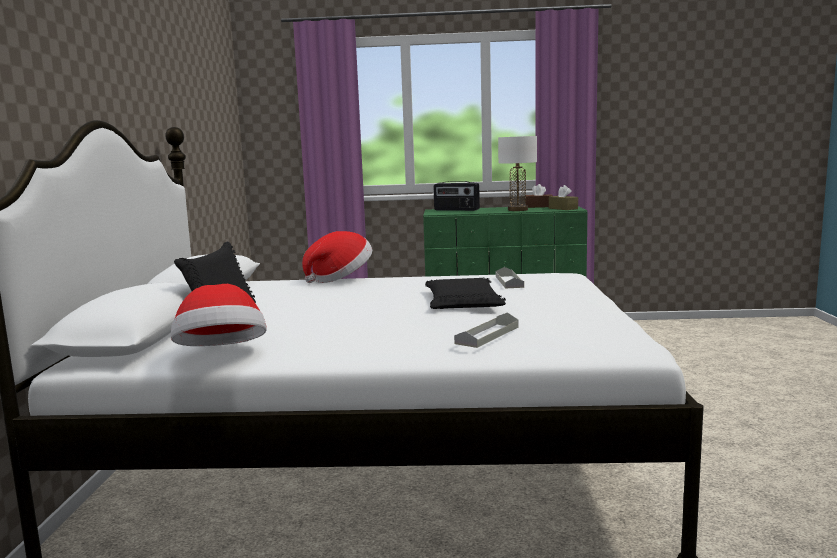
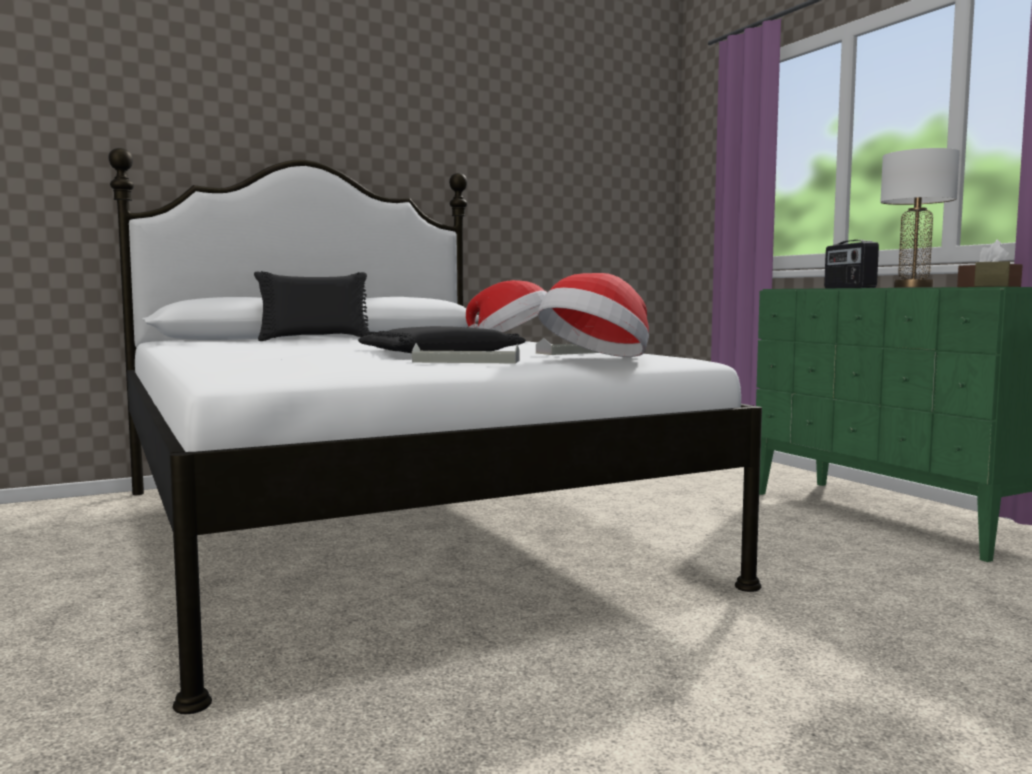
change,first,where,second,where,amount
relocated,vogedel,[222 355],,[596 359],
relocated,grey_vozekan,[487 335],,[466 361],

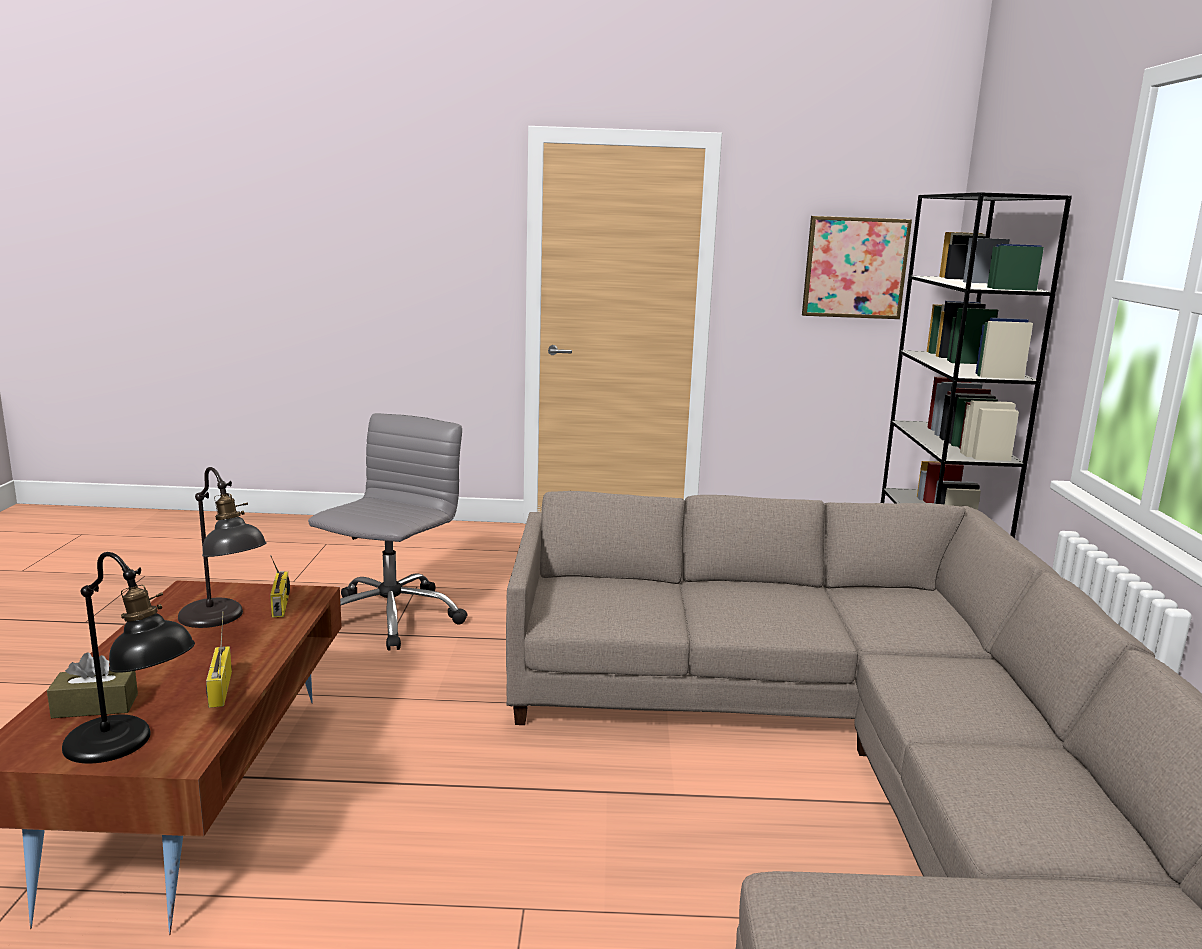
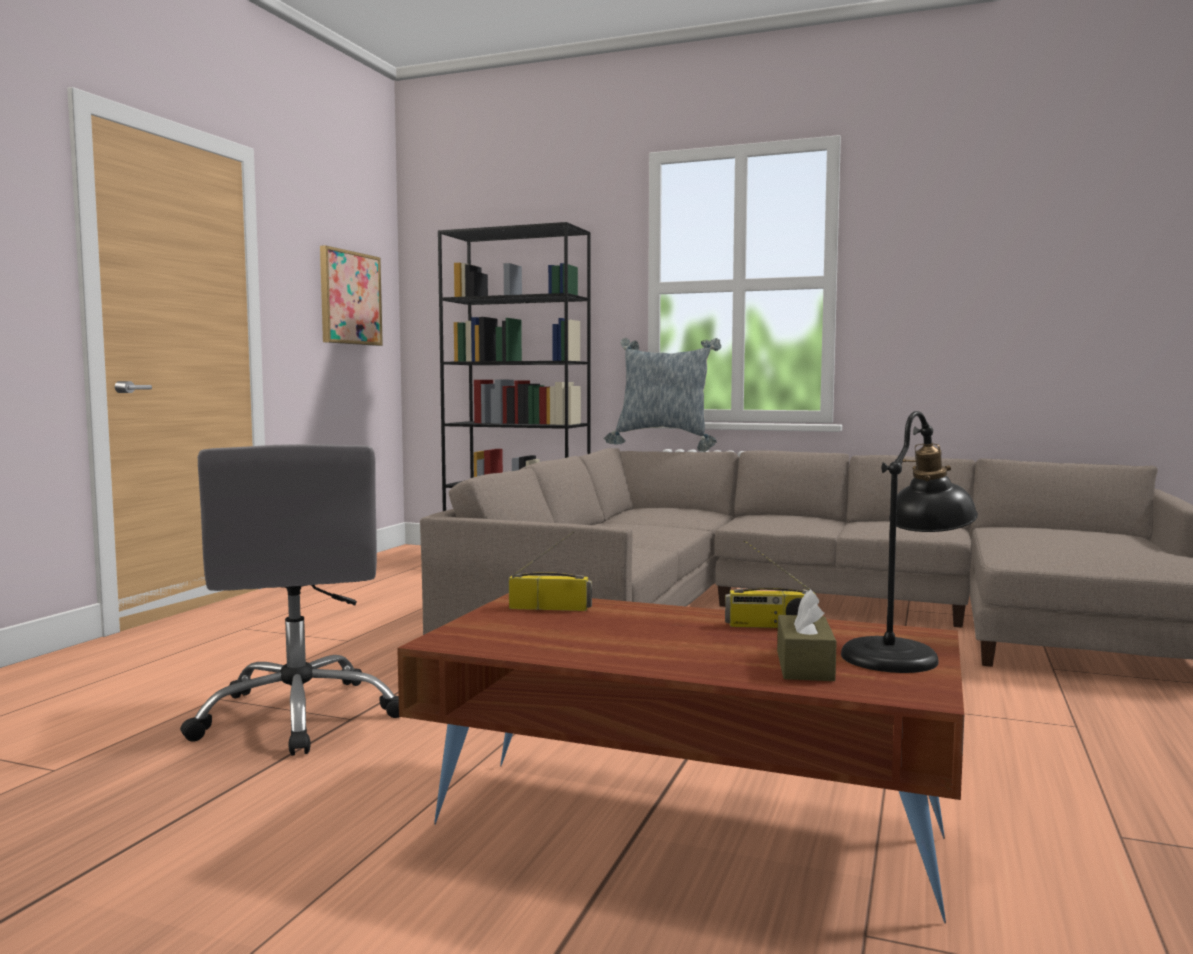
change,first,where,second,where,amount
spun,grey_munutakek,[391 617],,[299 716],150 degrees counterclockwise
missing,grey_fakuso,[225 622],,,
appeared,,,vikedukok,[663 449],

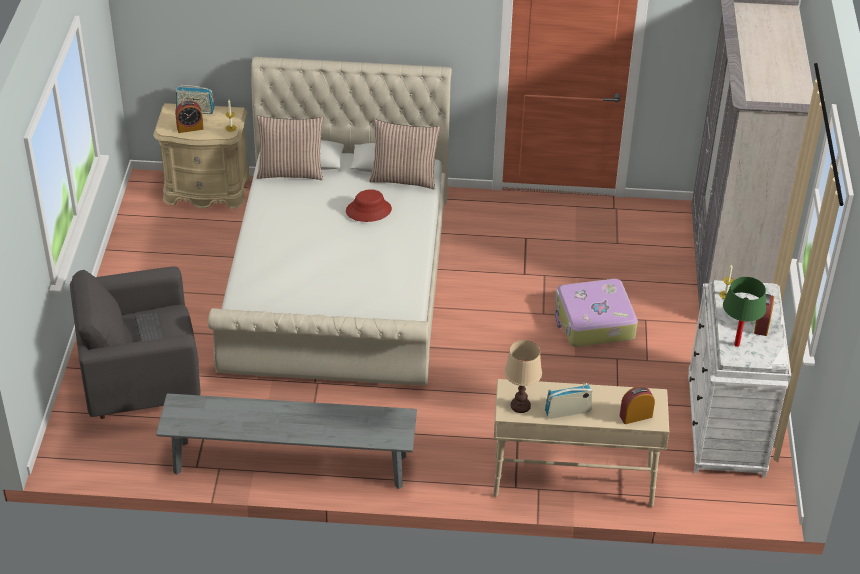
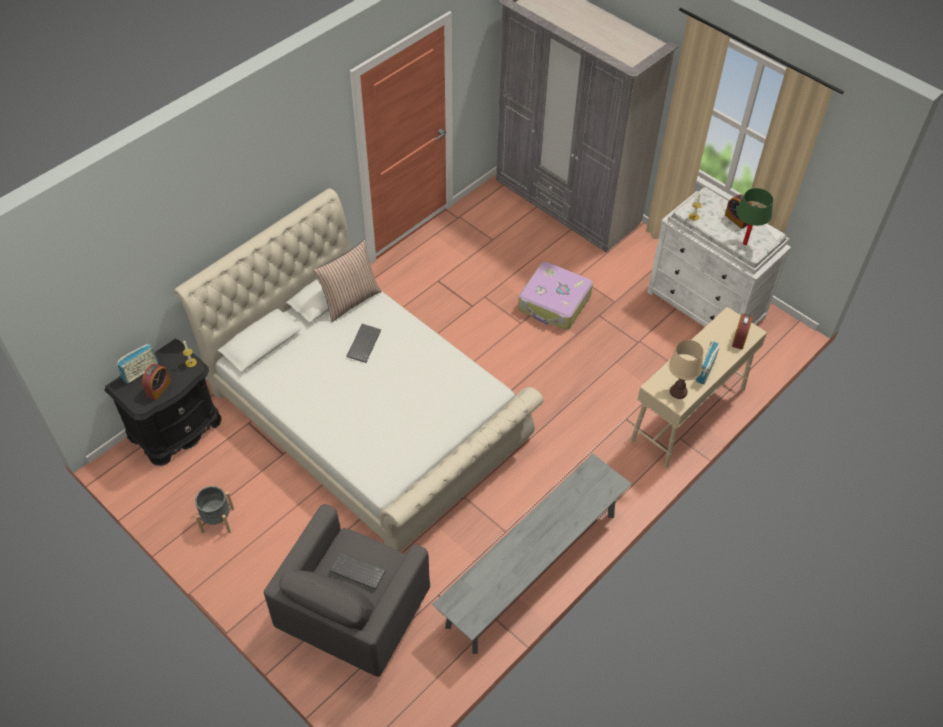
change,first,where,second,where,amount
colour,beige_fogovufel,[206 191],black_fogovufel,[178 430],
missing,vikedukok,[291 172],,,
exchanged,red_vogedel,[368 210],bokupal,[363 343],
appeared,,,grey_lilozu,[217 520],

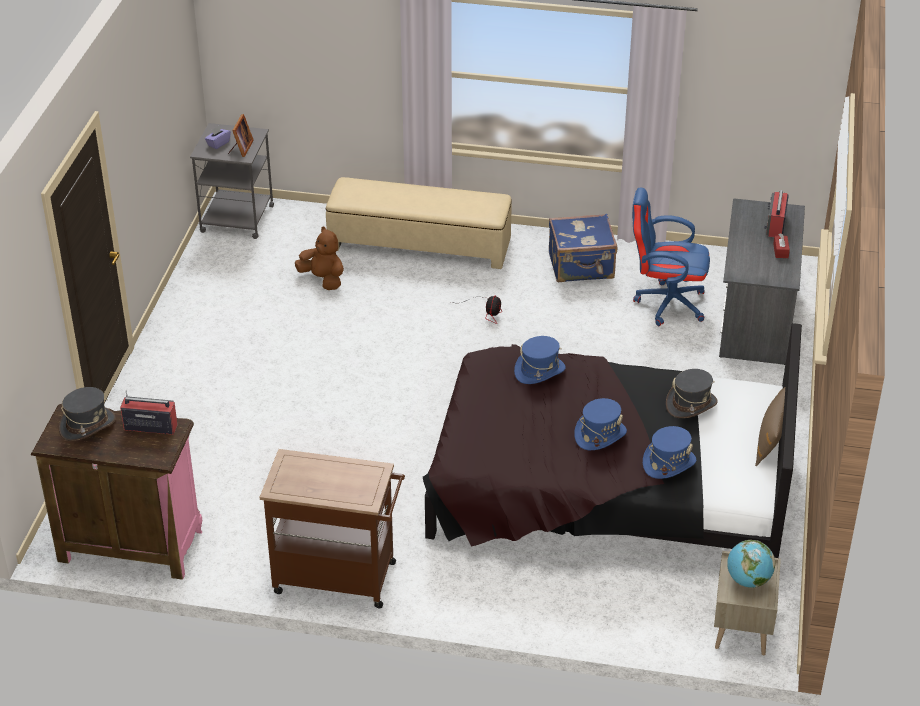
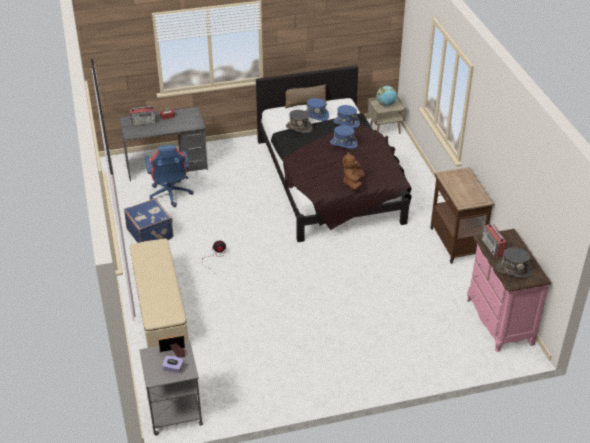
change,first,where,second,where,amount
relocated,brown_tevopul,[323 279],,[353 183],
relocated,blue_vogedel,[539 371],,[316 116],

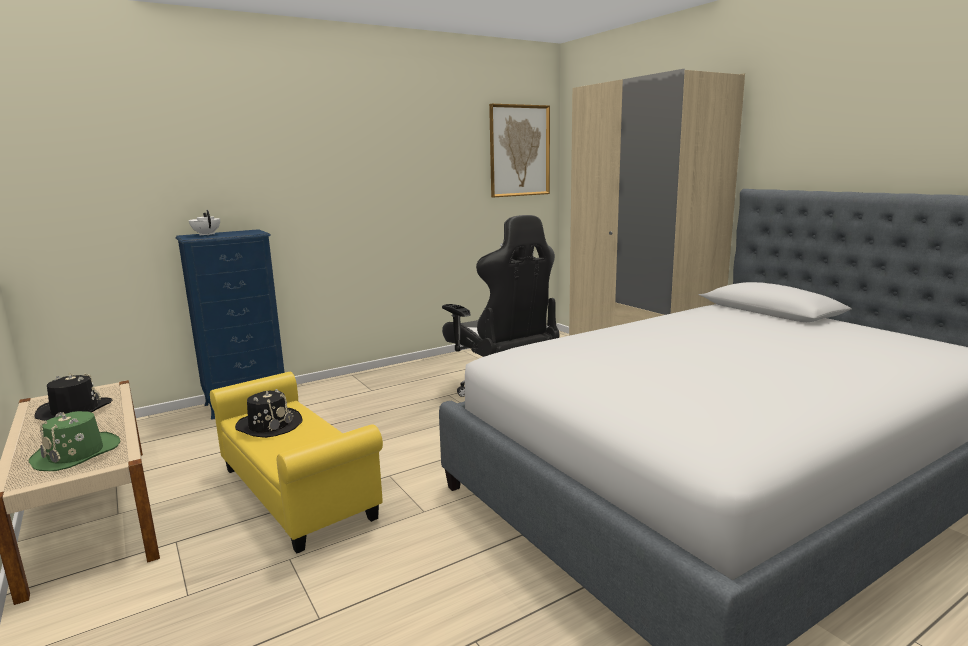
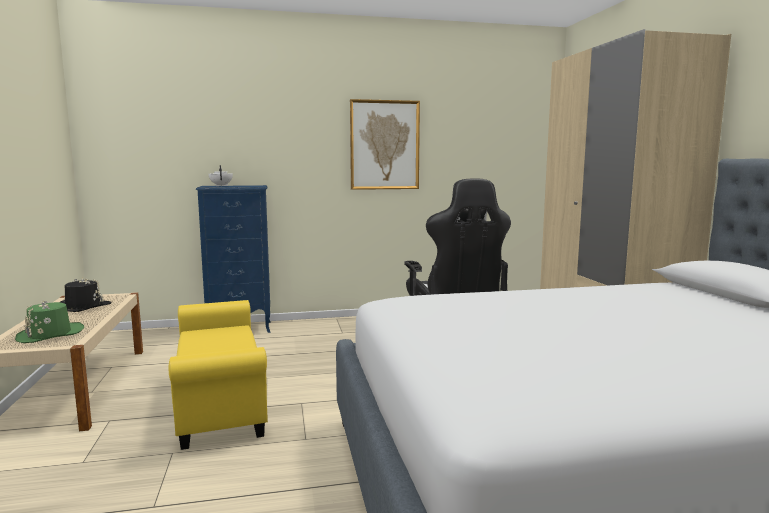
change,first,where,second,where,amount
relocated,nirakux,[519 151],,[384 145],
missing,black_vogedel,[269 425],,,

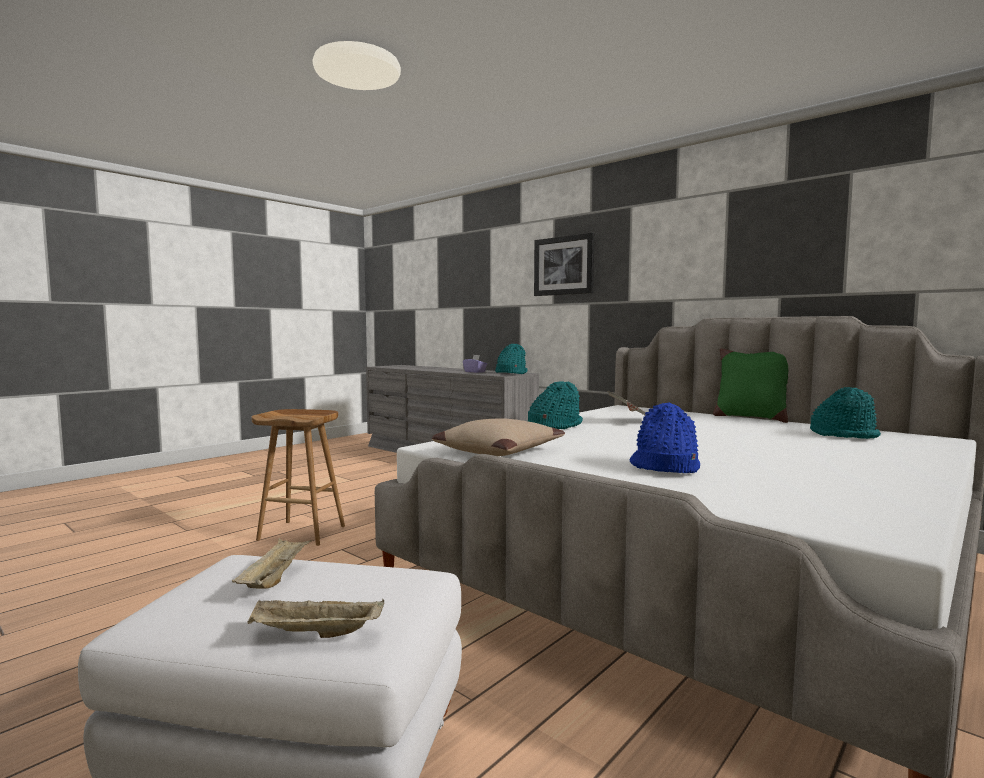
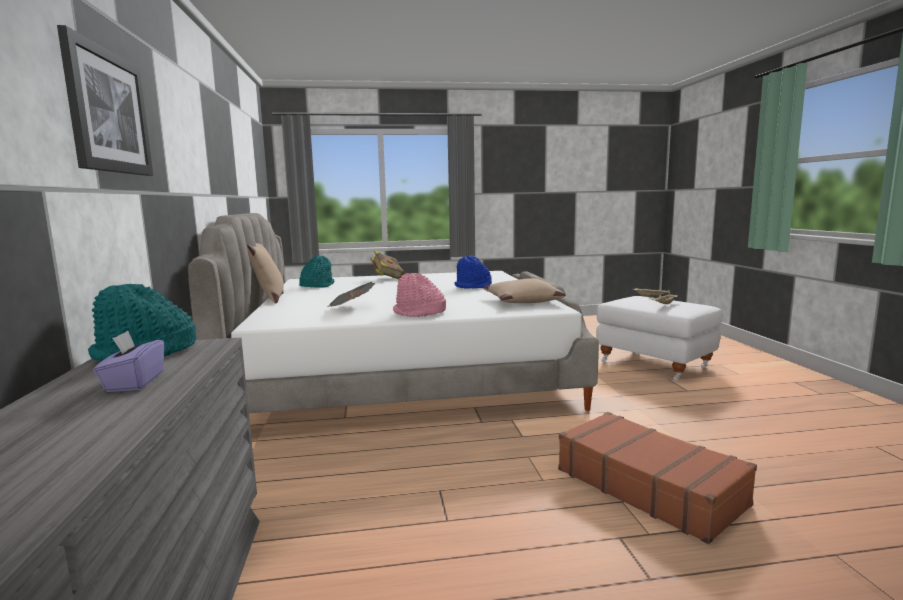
change,first,where,second,where,amount
colour,green_vikedukok,[750 418],beige_vikedukok,[269 299],
colour,turquoise_vogedel,[554 425],pink_vogedel,[419 313],
exchanged,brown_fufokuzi,[303 532],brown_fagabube,[649 486],
appeared,,,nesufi,[387 278],

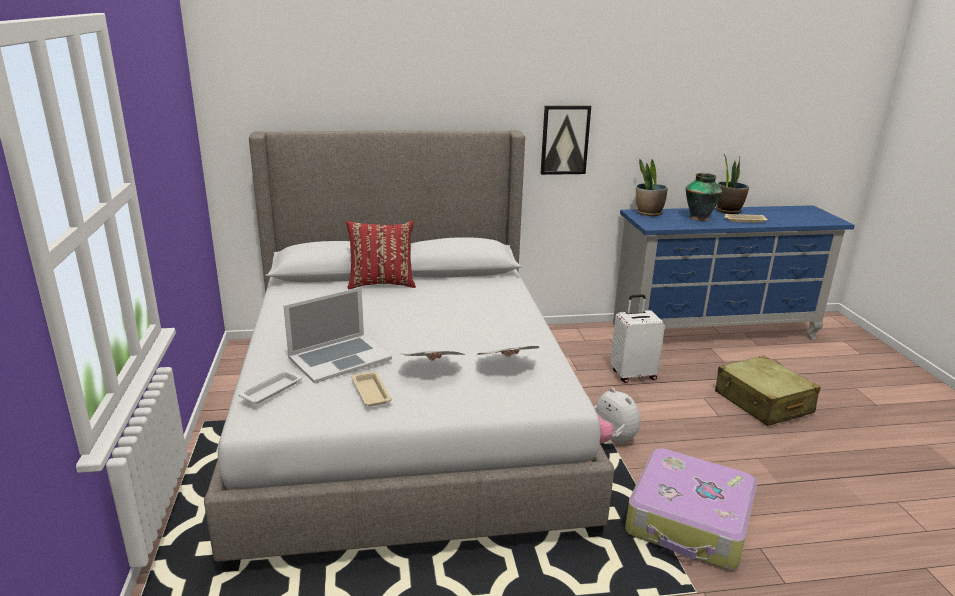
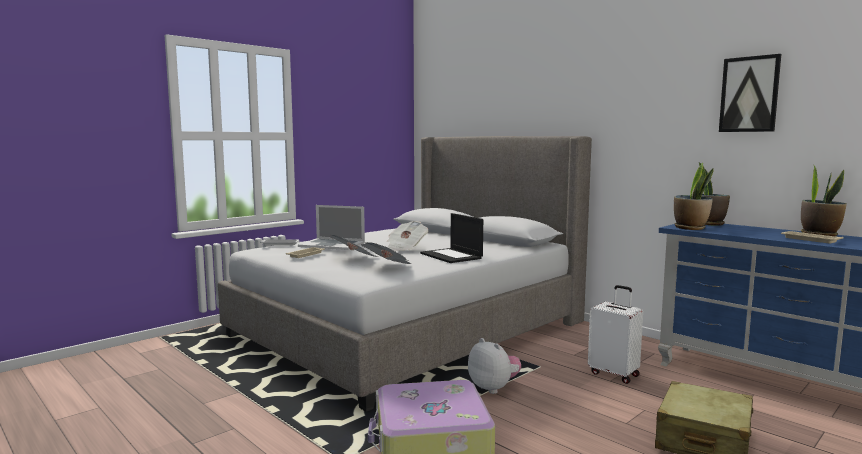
change,first,where,second,where,amount
relocated,nirakux,[564 140],,[749 94],
missing,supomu,[699 217],,,
missing,red_vikedukok,[381 283],,,
spun,tevopul,[609 440],,[494 388],120 degrees clockwise
appeared,,,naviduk,[690 228],
appeared,,,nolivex,[452 256],
appeared,,,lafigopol,[405 248],

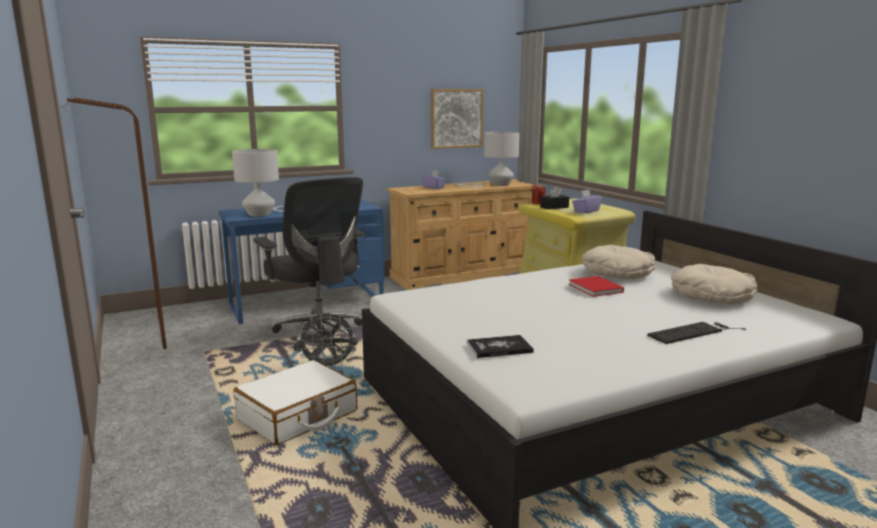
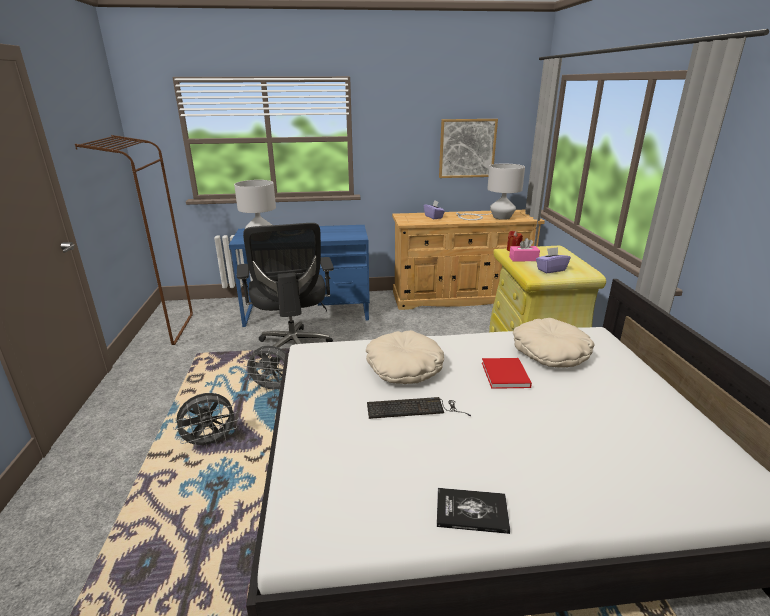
change,first,where,second,where,amount
colour,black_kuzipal,[554 207],pink_kuzipal,[523 259],
relocated,beige_vikedukok,[713 296],,[405 368],
relocated,bokupal,[693 332],,[415 409],
relocated,nesufi,[499 348],,[471 511],
exchanged,white_fagabube,[298 415],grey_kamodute,[211 442],

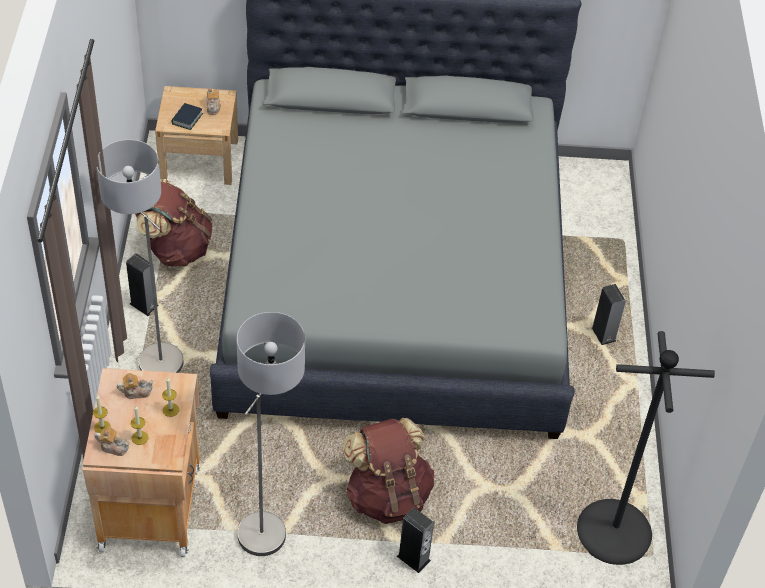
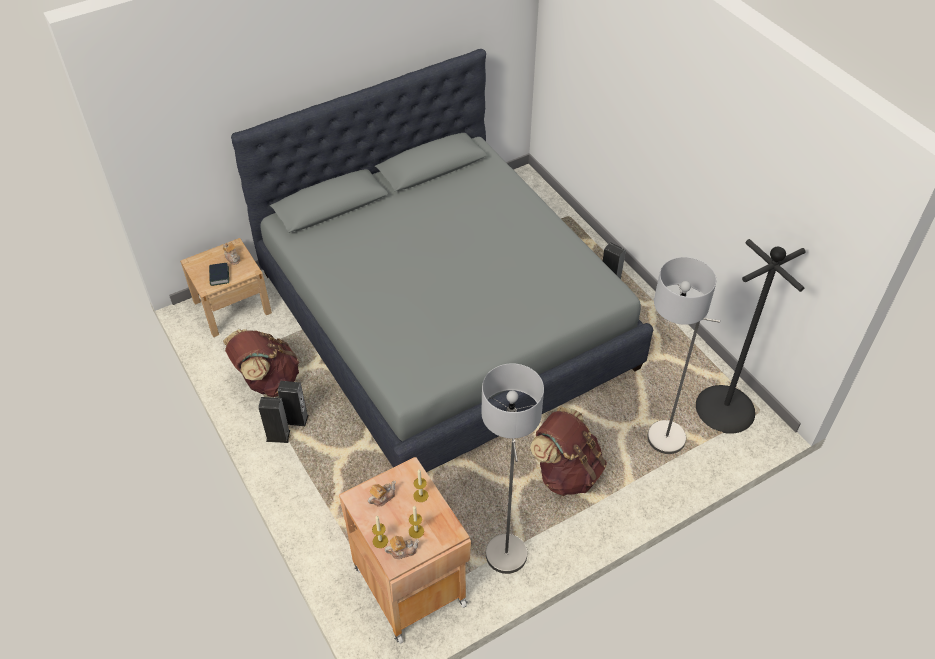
change,first,where,second,where,amount
relocated,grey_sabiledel,[152 355],,[654 436],
relocated,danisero,[413 558],,[296 420],

